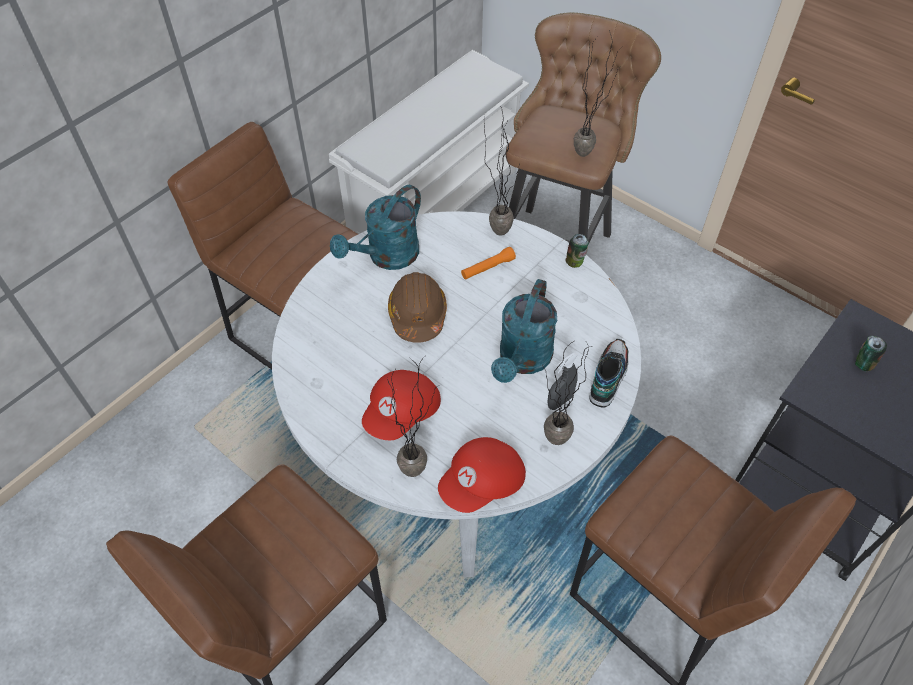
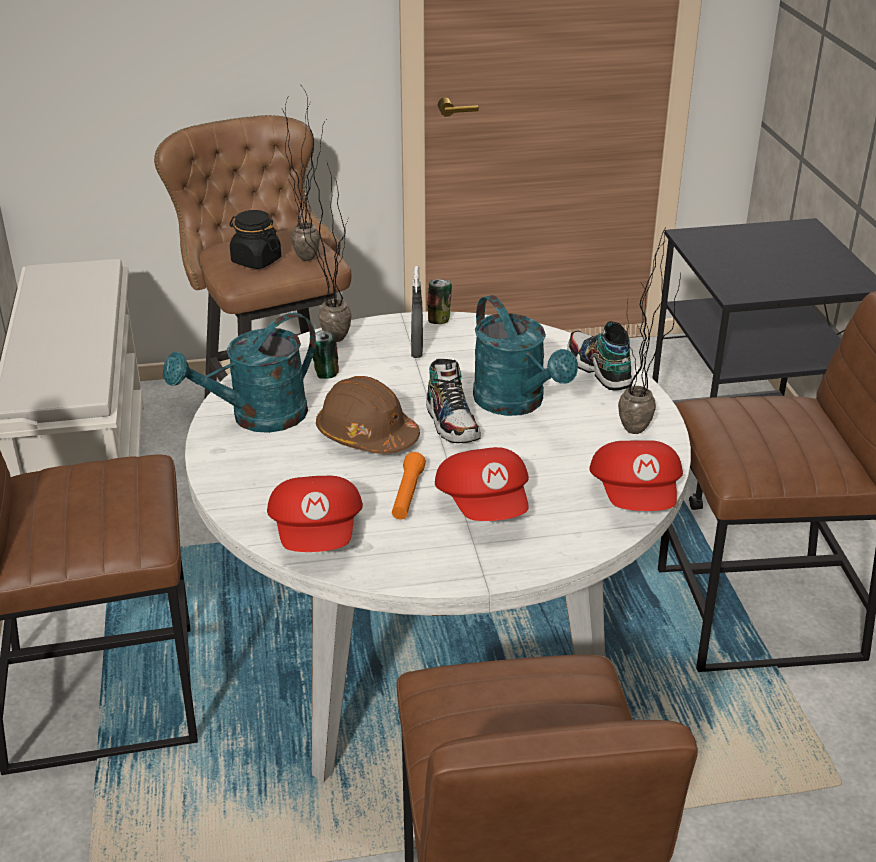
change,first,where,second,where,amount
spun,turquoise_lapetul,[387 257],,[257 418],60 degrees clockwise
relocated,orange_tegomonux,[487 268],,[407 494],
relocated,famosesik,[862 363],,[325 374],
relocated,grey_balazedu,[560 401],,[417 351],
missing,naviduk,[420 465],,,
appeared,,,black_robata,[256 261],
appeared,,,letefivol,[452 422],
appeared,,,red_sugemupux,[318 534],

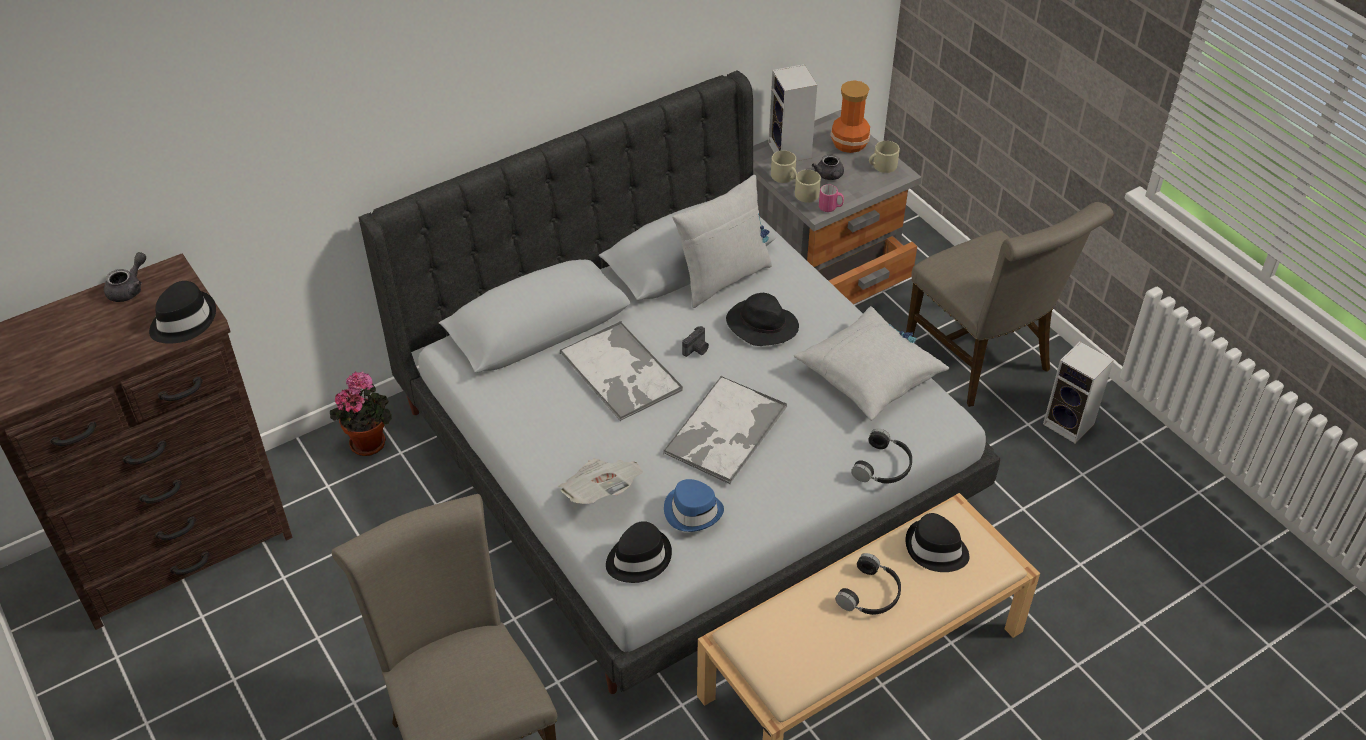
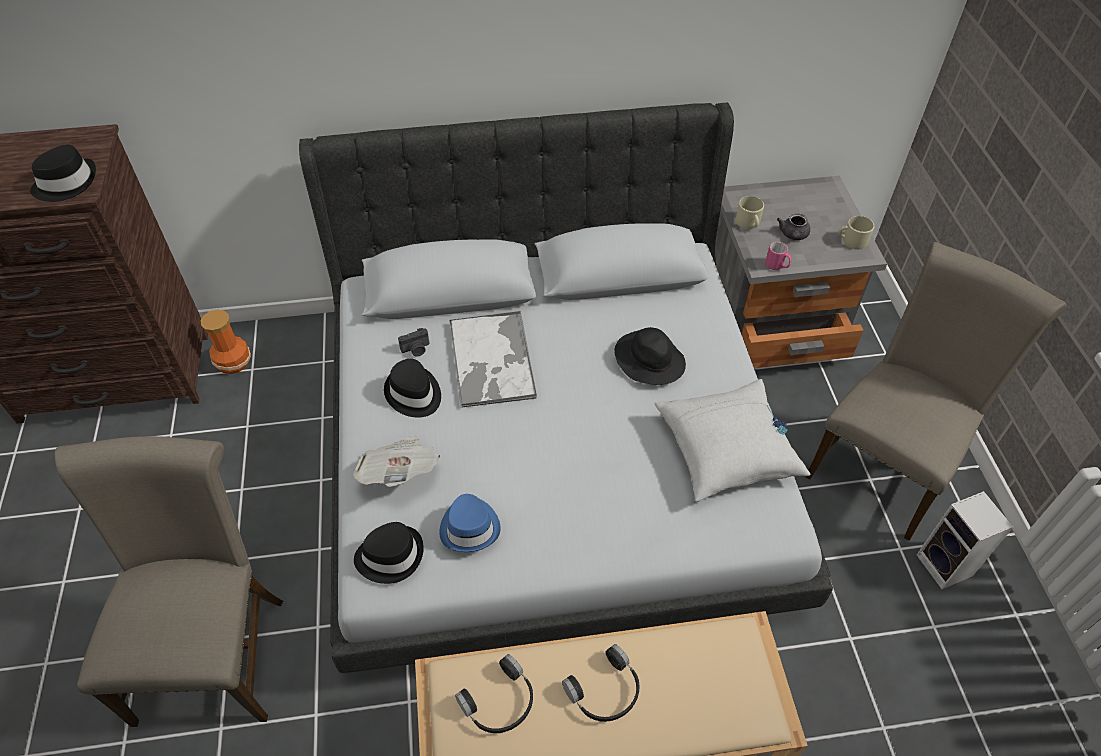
change,first,where,second,where,amount
missing,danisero,[791 151],,,
relocated,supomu,[848 143],,[232 362],
missing,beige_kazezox,[807 192],,,
missing,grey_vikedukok,[723 279],,,
spun,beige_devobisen,[983 361],,[885 465],135 degrees counterclockwise
missing,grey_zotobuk,[129 289],,,
relocated,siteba,[697 349],,[416 349],
missing,naviduk,[369 441],,,
missing,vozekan,[725 431],,,
relocated,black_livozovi,[884 466],,[500 703],
relocated,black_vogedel,[935 549],,[413 394],

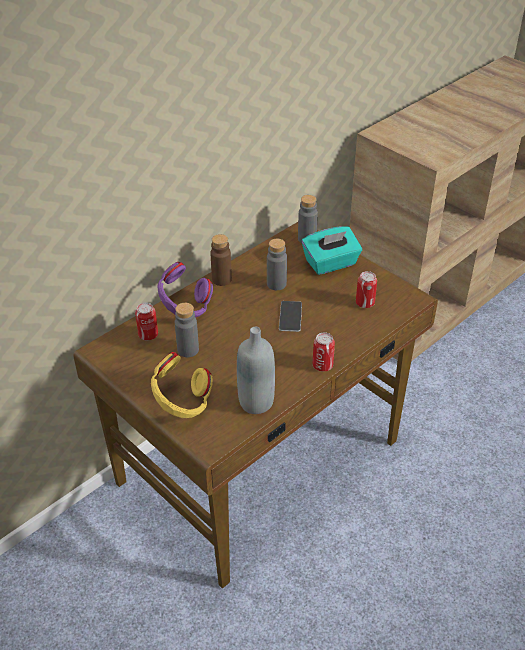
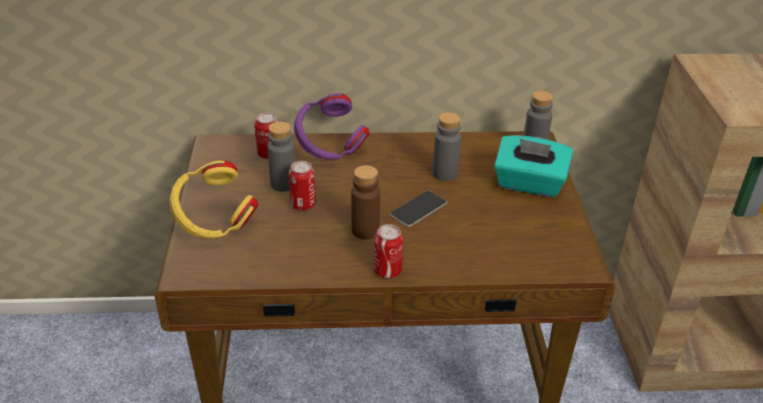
change,first,where,second,where,amount
relocated,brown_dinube,[221 279],,[365 230],
relocated,famosesik,[365 303],,[303 204],
missing,grey_dinube,[256 402],,,

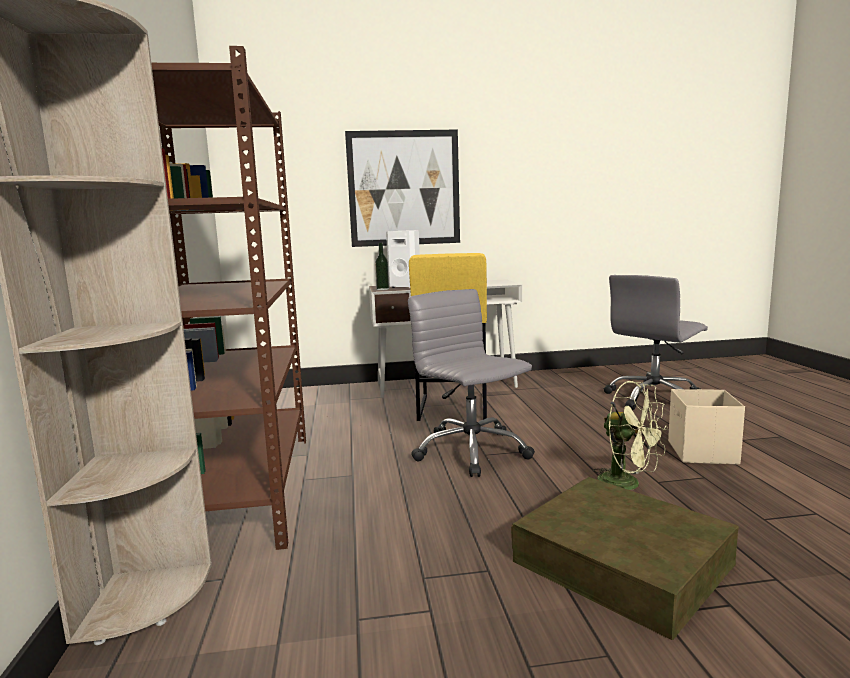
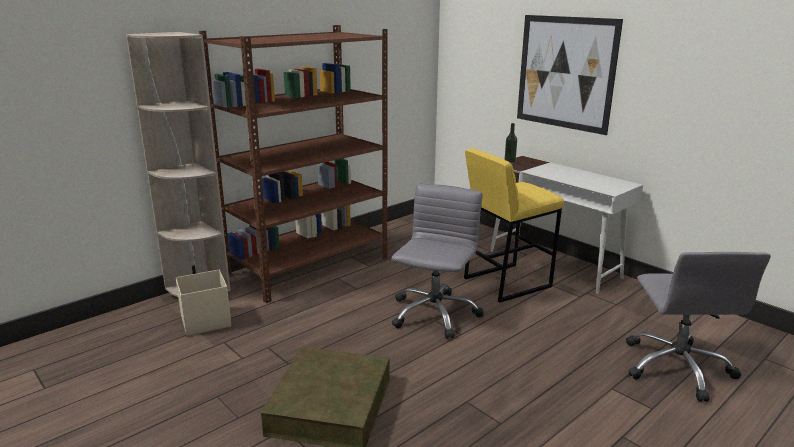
change,first,where,second,where,amount
missing,white_danisero,[406 286],,,
spun,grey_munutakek,[653 398],,[677 368],105 degrees counterclockwise
missing,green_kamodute,[628 484],,,
relocated,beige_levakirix,[702 453],,[205 322],

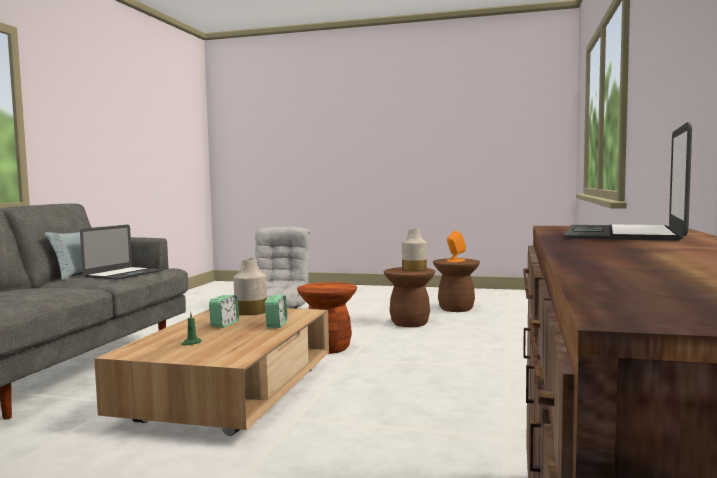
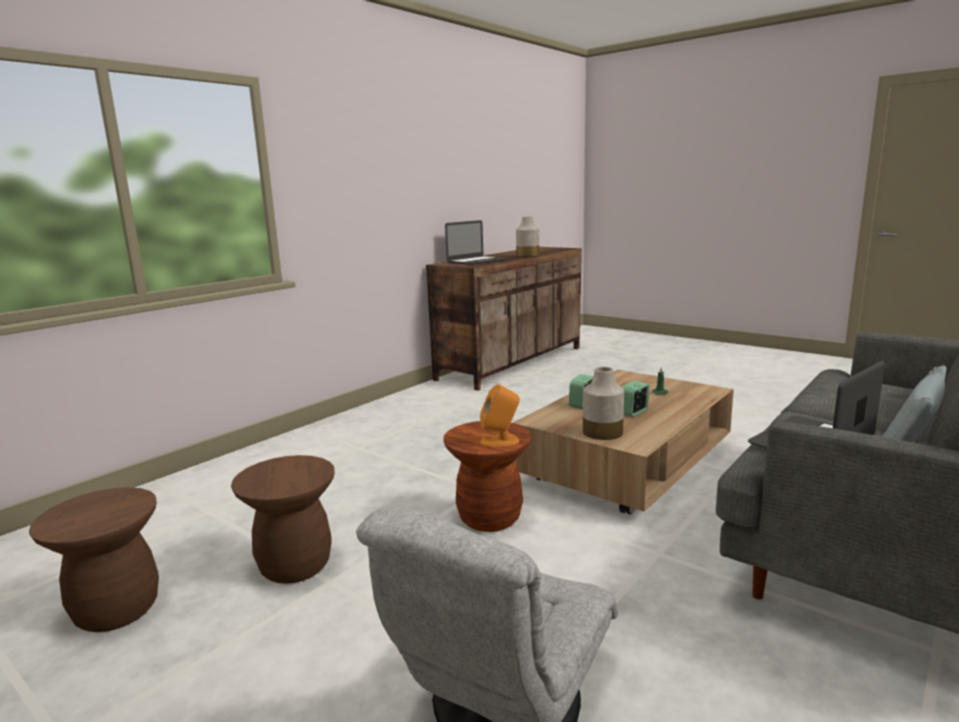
change,first,where,second,where,amount
relocated,beige_supomu,[414 269],,[528 255],
relocated,orange_danisero,[455 261],,[500 441],

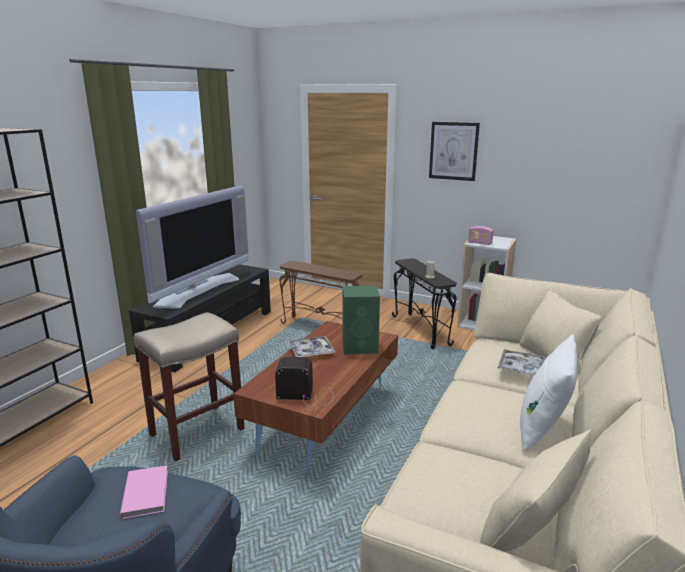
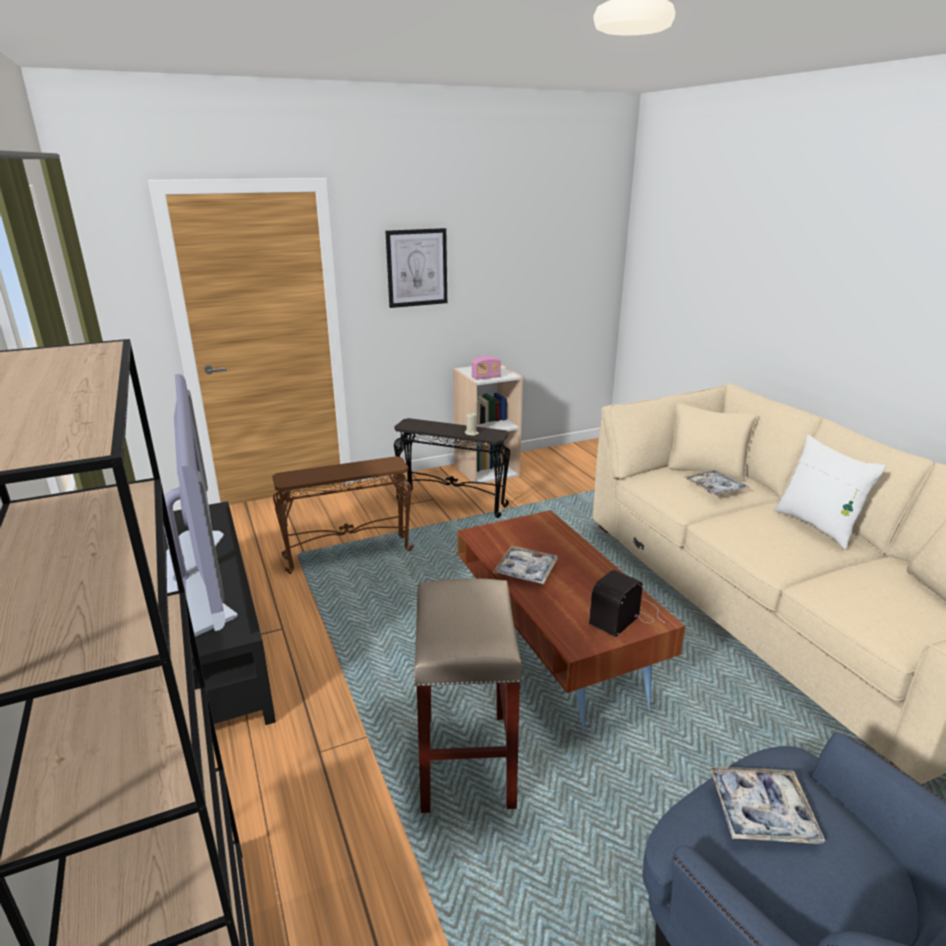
change,first,where,second,where,amount
missing,green_danisero,[361 347],,,
exchanged,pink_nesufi,[147 492],vozekan,[761 812],

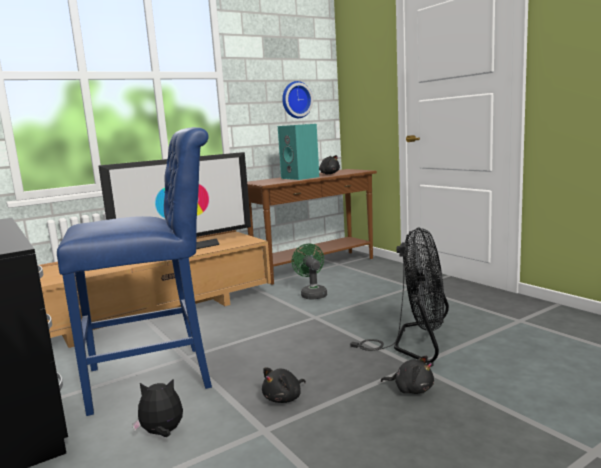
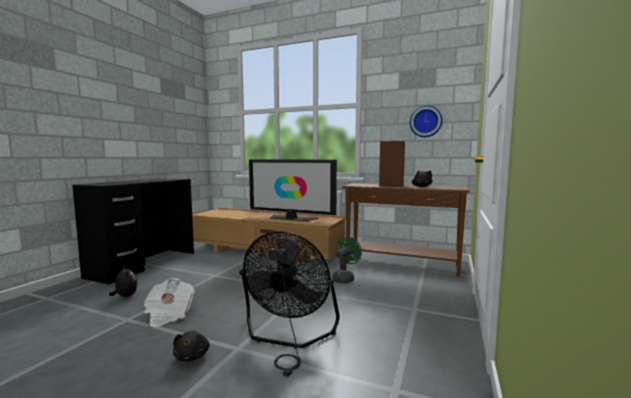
change,first,where,second,where,amount
colour,turquoise_danisero,[301 177],brown_danisero,[392 185],
missing,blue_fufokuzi,[157 376],,,
spun,black_kamodute,[414 341],,[285 337],150 degrees counterclockwise
exchanged,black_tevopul,[284 398],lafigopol,[168 314],

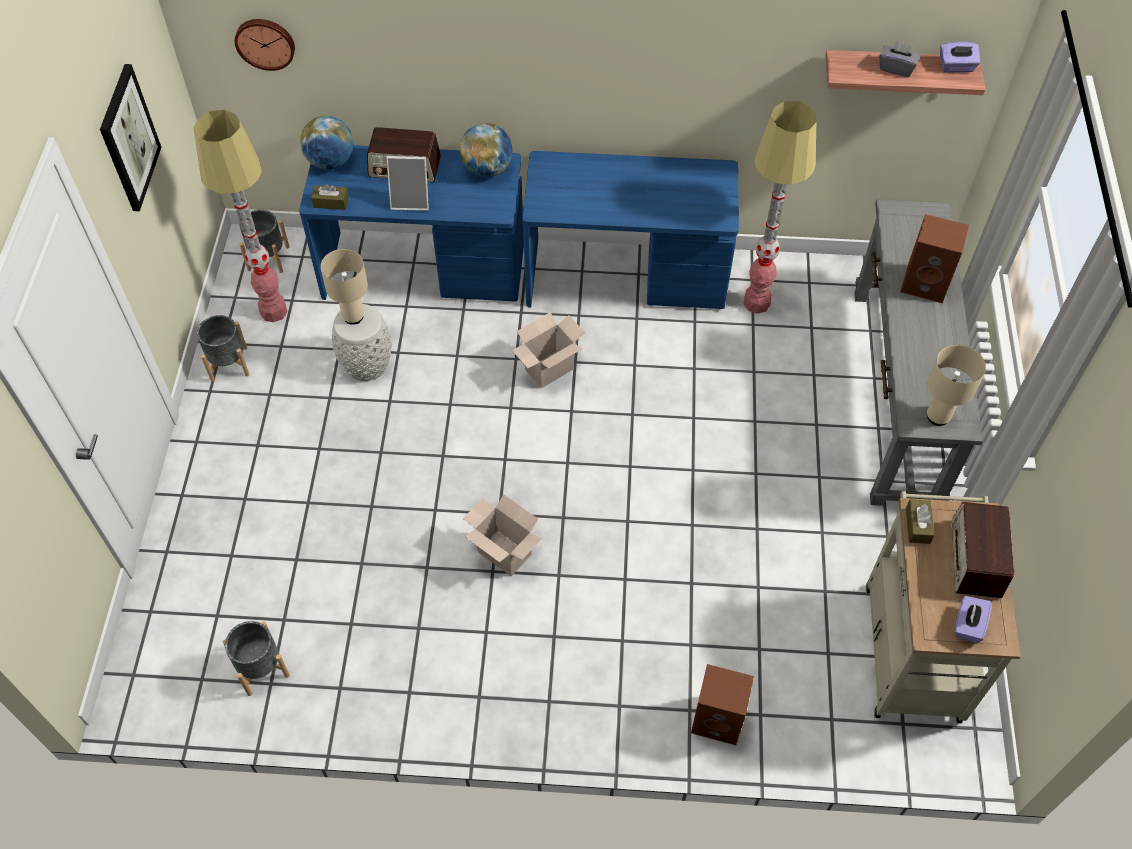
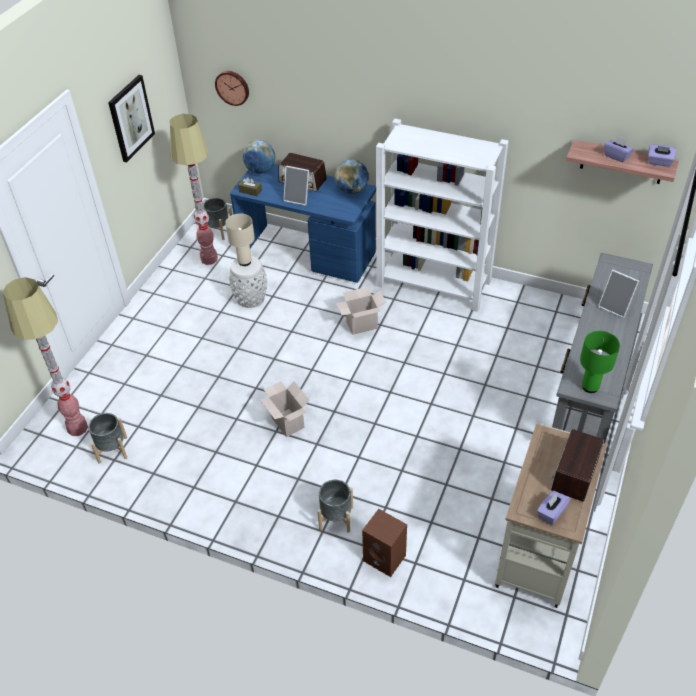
change,first,where,second,where,amount
colour,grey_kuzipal,[896 68],purple_kuzipal,[616 156],
relocated,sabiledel,[756 303],,[77 428],
exchanged,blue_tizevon,[626 277],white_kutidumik,[434 283],
exchanged,brown_danisero,[926 283],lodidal,[615 307],
relocated,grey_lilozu,[229 364],,[336 518],
colour,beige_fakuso,[937 416],green_fakuso,[590 386],
missing,brown_kuzipal,[917 525],,,

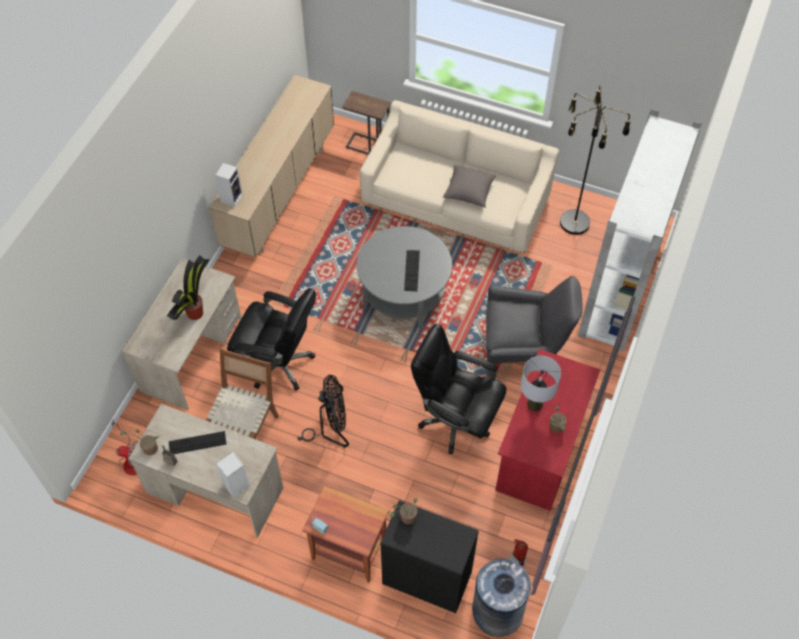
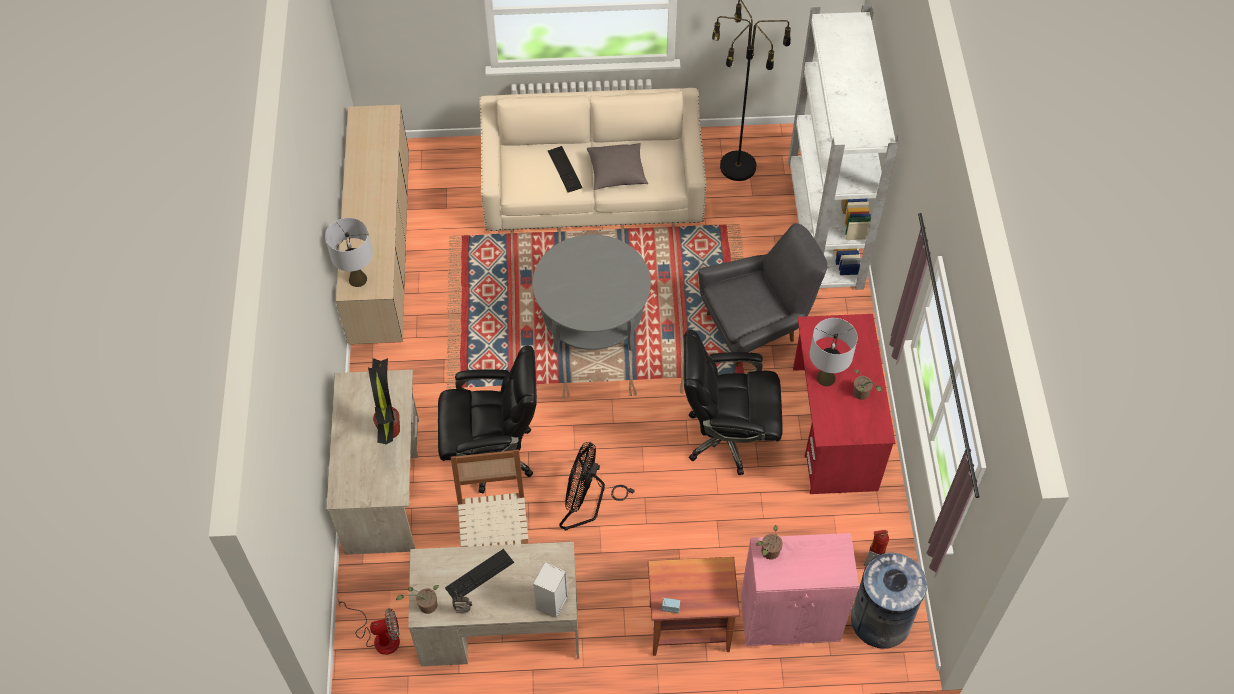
change,first,where,second,where,amount
missing,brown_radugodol,[368 146],,,
exchanged,danisero,[232 197],grey_fakuso,[357 279],
relocated,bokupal,[412 270],,[564 169],
spun,black_kamodute,[330 423],,[589 497],135 degrees counterclockwise
colour,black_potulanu,[425 580],pink_potulanu,[788 622],

